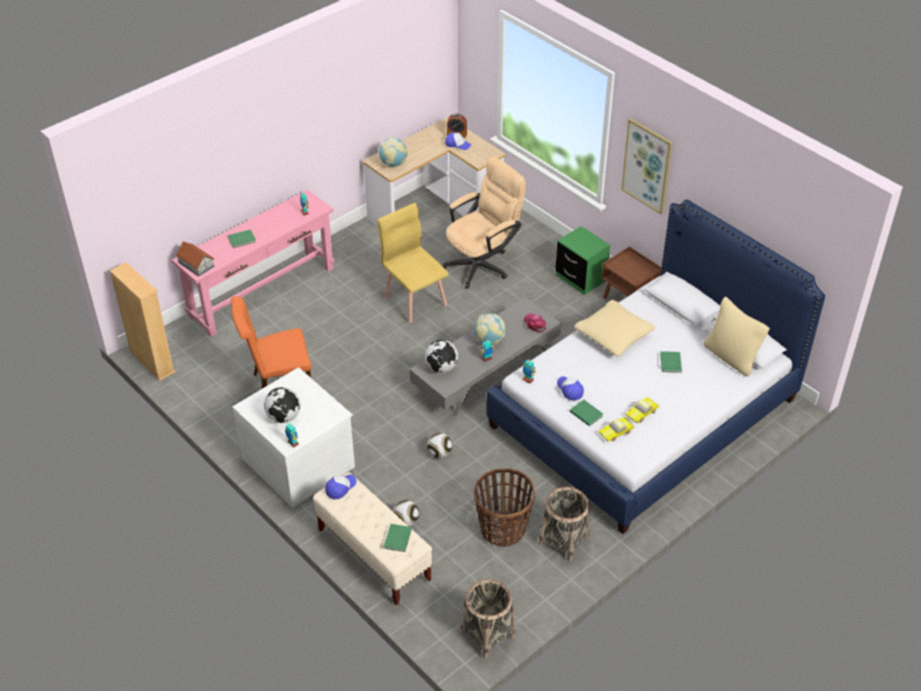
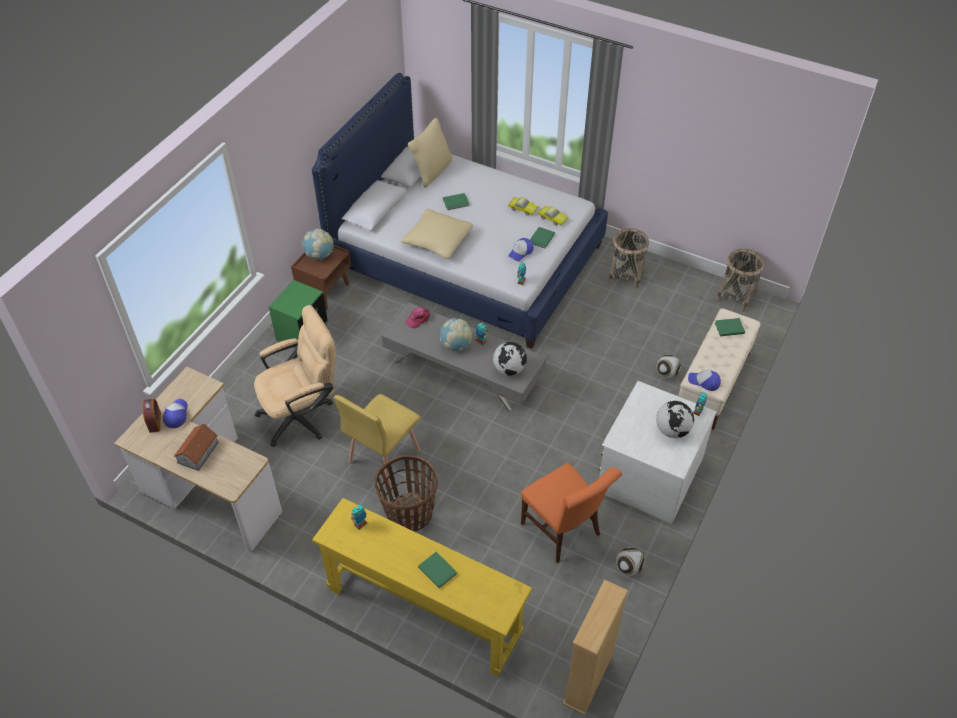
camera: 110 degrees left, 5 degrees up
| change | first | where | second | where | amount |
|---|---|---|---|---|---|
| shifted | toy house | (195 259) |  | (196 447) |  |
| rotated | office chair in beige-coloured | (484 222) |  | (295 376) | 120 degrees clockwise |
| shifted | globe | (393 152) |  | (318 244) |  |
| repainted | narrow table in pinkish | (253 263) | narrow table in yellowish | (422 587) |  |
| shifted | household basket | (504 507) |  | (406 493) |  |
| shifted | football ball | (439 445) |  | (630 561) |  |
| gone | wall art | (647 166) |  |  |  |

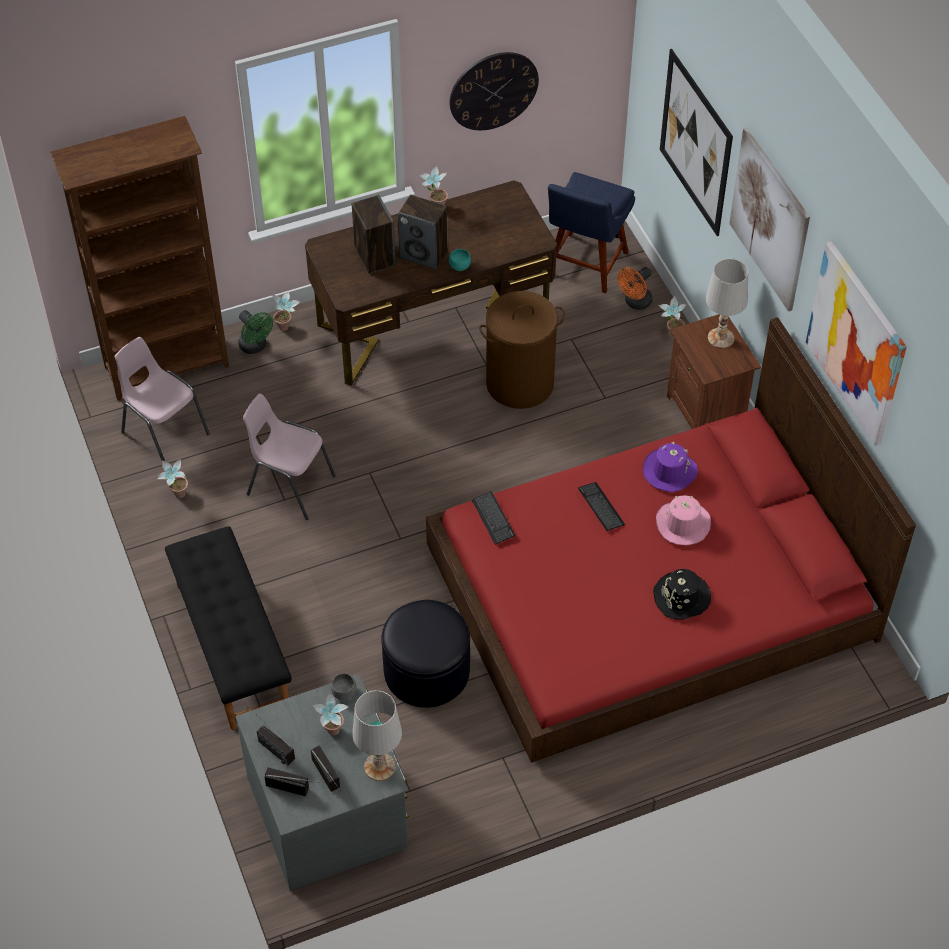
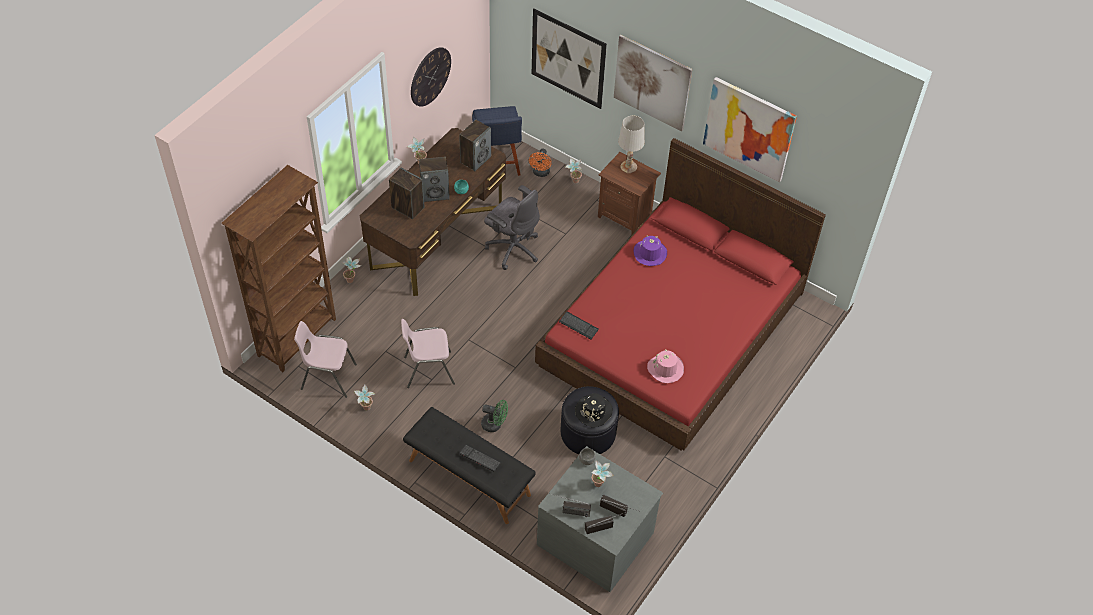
camera: 35 degrees left, 0 degrees up
| change | first | where | second | where | amount |
|---|---|---|---|---|---|
| new |  |  | audio speaker | (475 145) |  |
| shifted | computer keyboard | (601 506) |  | (480 458) |  |
| shifted | electric fan in green | (255 332) |  | (494 416) |  |
| swapped | laundry basket in brownish | (522 350) | office chair in grey | (512 227) |  |
| shifted | hat in blackish | (682 594) |  | (594 410) |  |
| shifted | hat in pinkish | (683 520) |  | (665 366) |  |
| gone | lamp for a table in white-coloured | (377 735) |  |  |  |

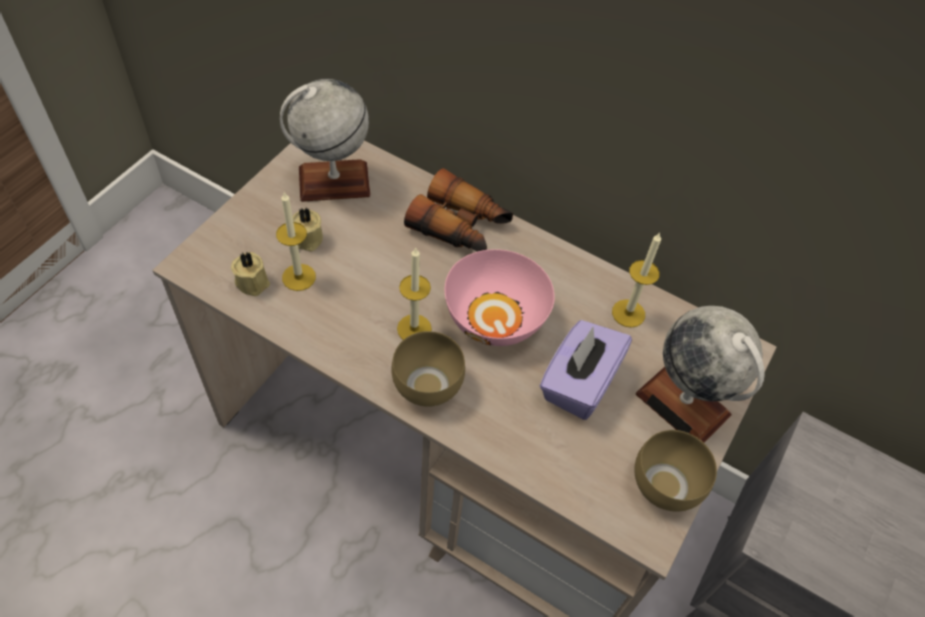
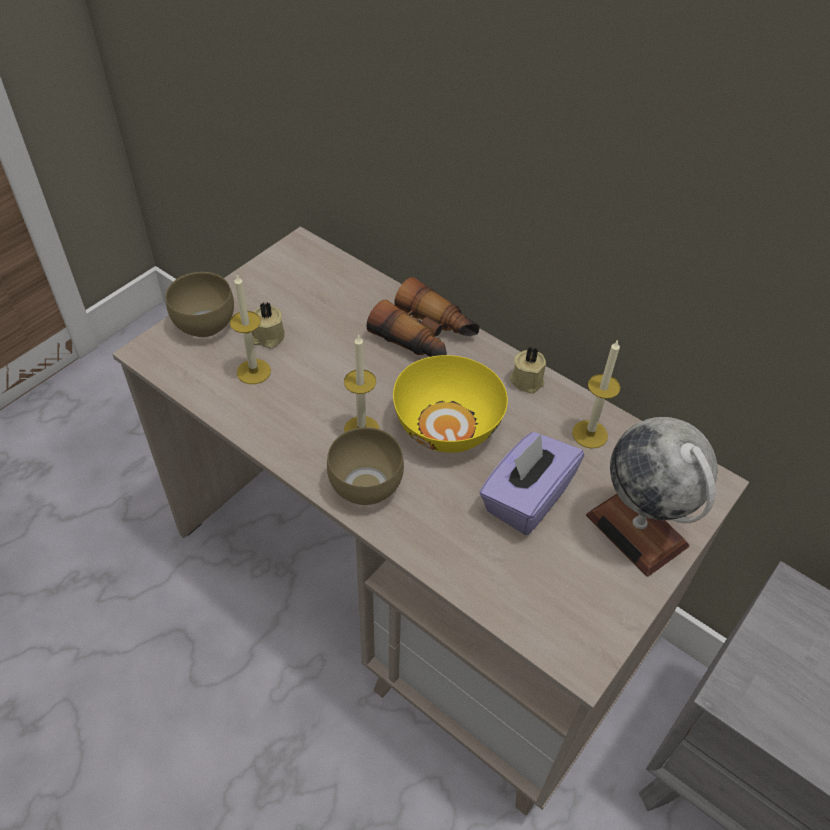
camera: 10 degrees right, 5 degrees down
| change | first | where | second | where | amount |
|---|---|---|---|---|---|
| shifted | bowl in brownish | (675 471) |  | (200 304) |  |
| repainted | bowl in pinkish | (500 297) | bowl in yellowish | (450 404) |  |
| shifted | wax light in beige-coloured | (250 274) |  | (528 370) |  |
| gone | globe | (325 140) |  |  |  |

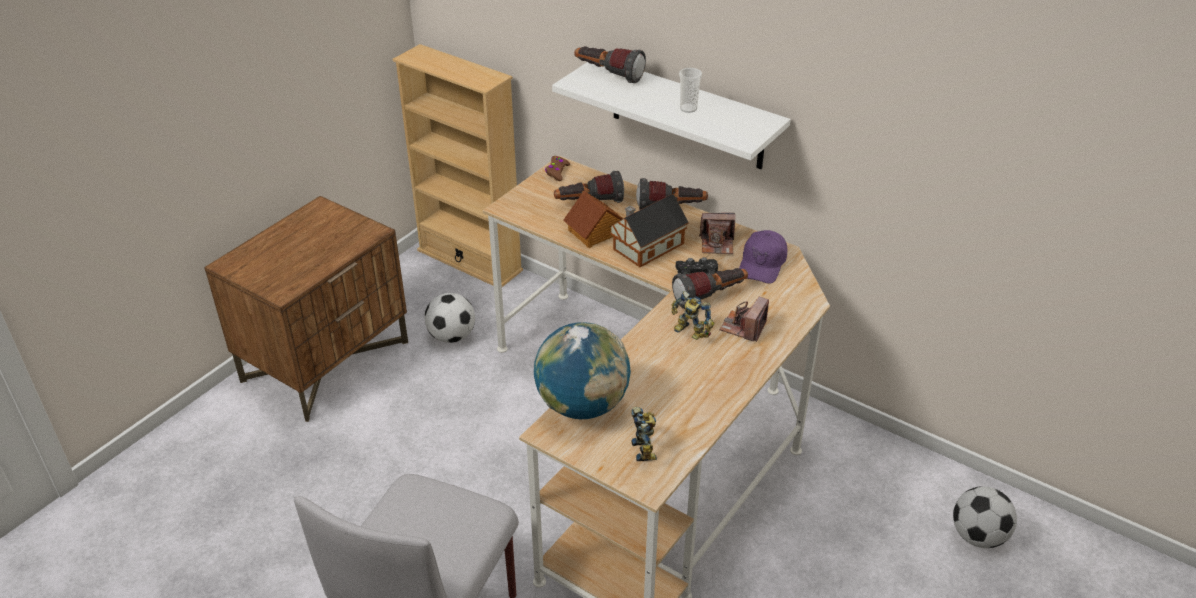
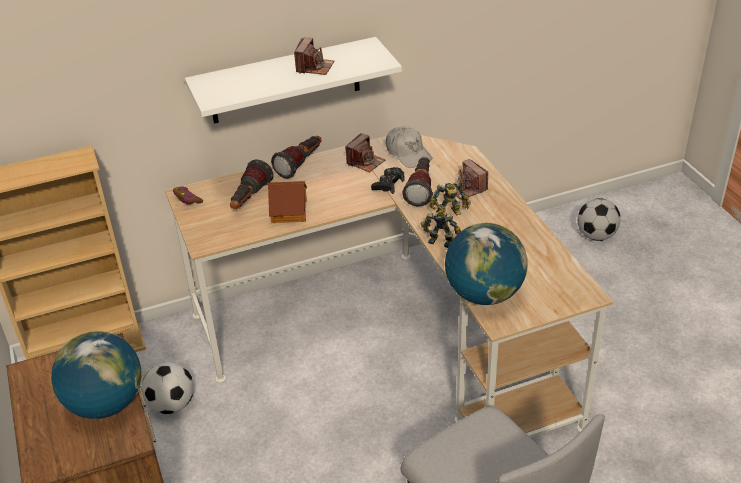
camera: 55 degrees left, 0 degrees up
| change | first | where | second | where | amount |
|---|---|---|---|---|---|
| new |  |  | globe | (96 375) |  |
| swapped | cup | (690 90) | photo camera | (314 56) |  |
| repainted | peaked cap in purplish | (763 257) | peaked cap in white-coloured | (409 147) |  |
| shifted | toy robot | (644 434) |  | (441 229) |  |
| gone | flashlight | (610 64) |  |  |  |
| gone | toy house | (649 230) |  |  |  |

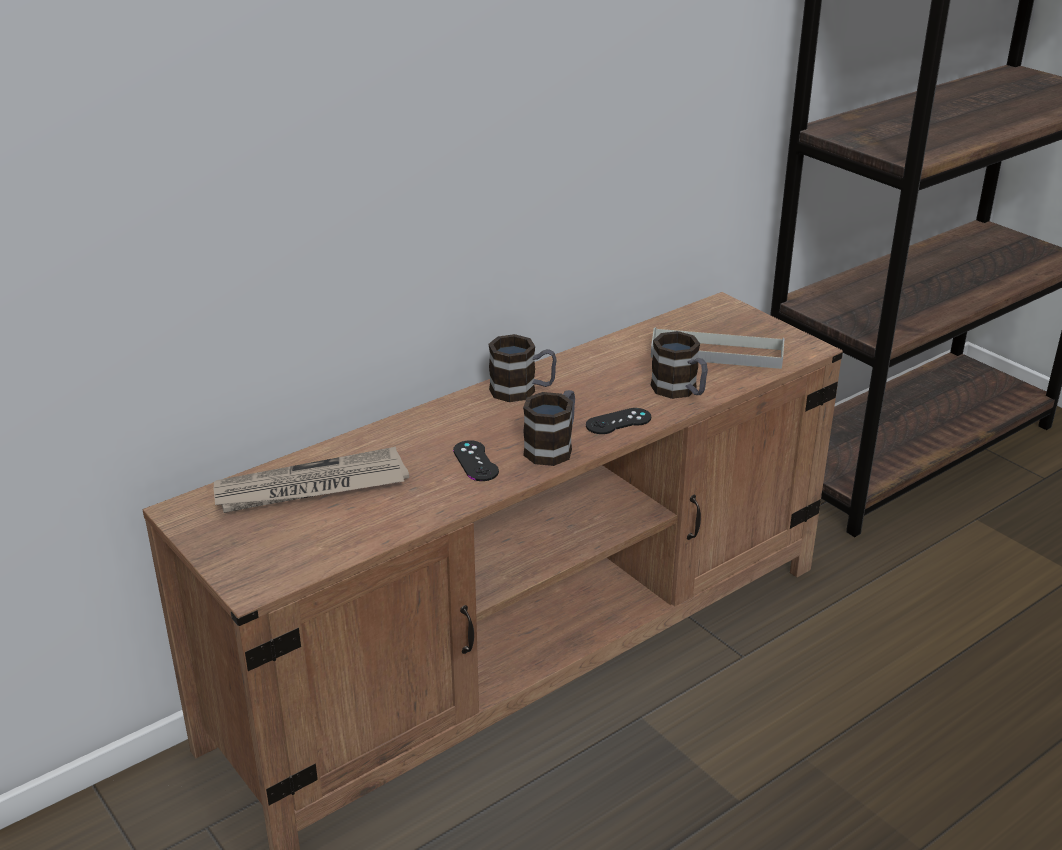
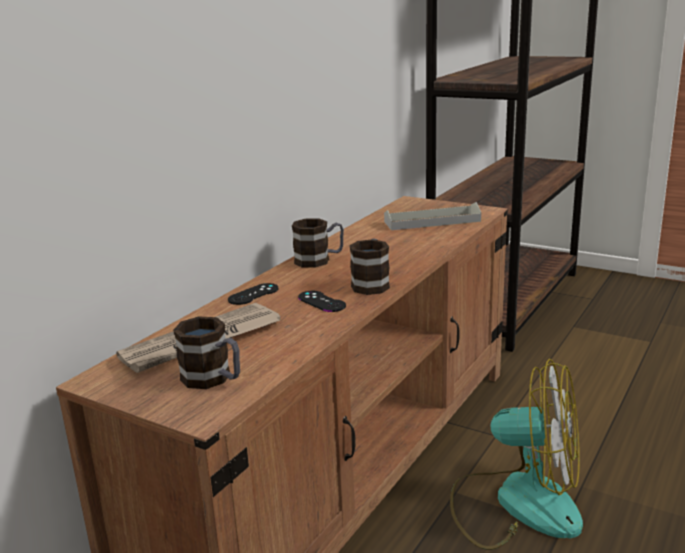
camera: 20 degrees left, 10 degrees down
| change | first | where | second | where | amount |
|---|---|---|---|---|---|
| shifted | tea mug | (679 365) |  | (206 352) |  |
| shifted | game controller in blackish | (618 421) |  | (253 294) |  |
| new |  |  | electric fan | (516 454) |  |

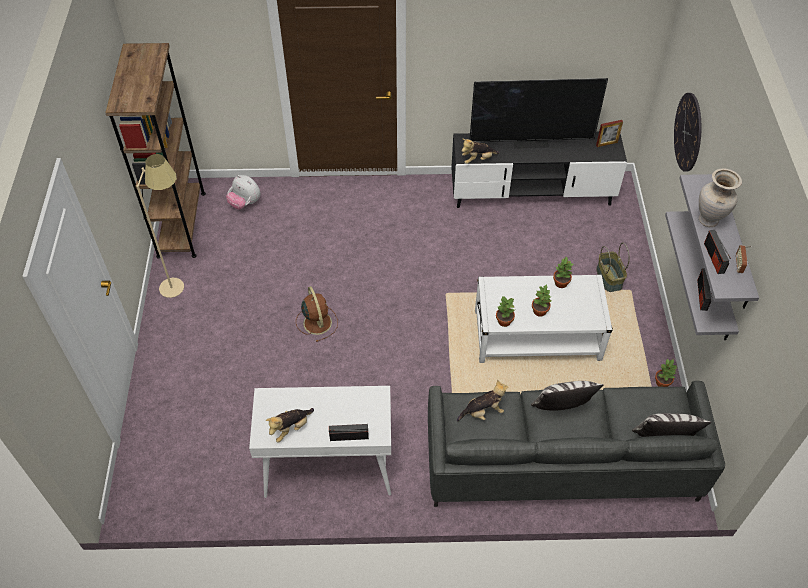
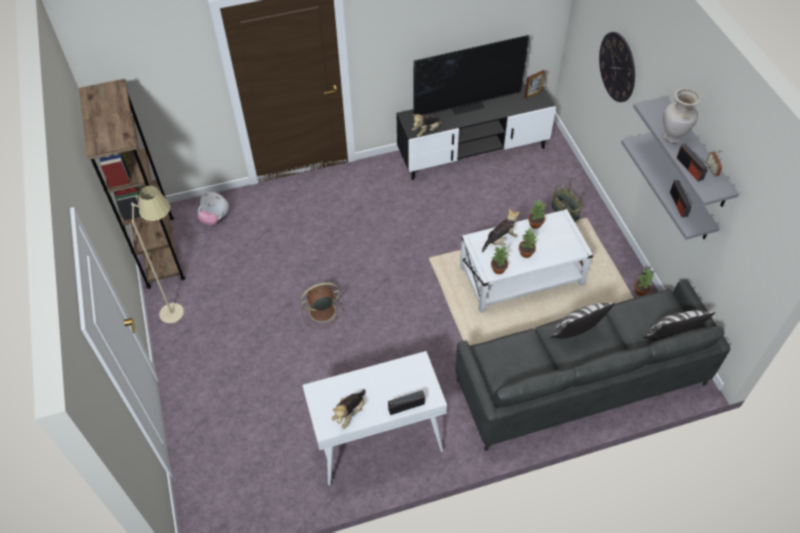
camera: 15 degrees left, 0 degrees up
| change | first | where | second | where | amount |
|---|---|---|---|---|---|
| rotated | electric fan in brownish | (317 314) |  | (322 305) | 75 degrees counterclockwise |
| shifted | plush toy | (482 401) |  | (501 230) |  |

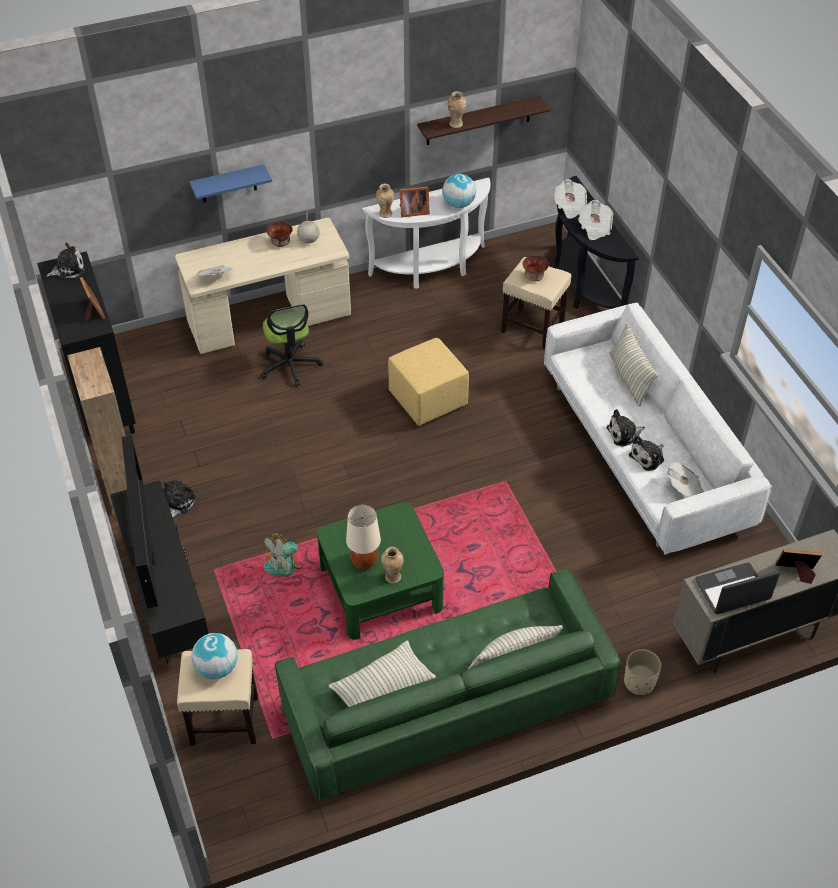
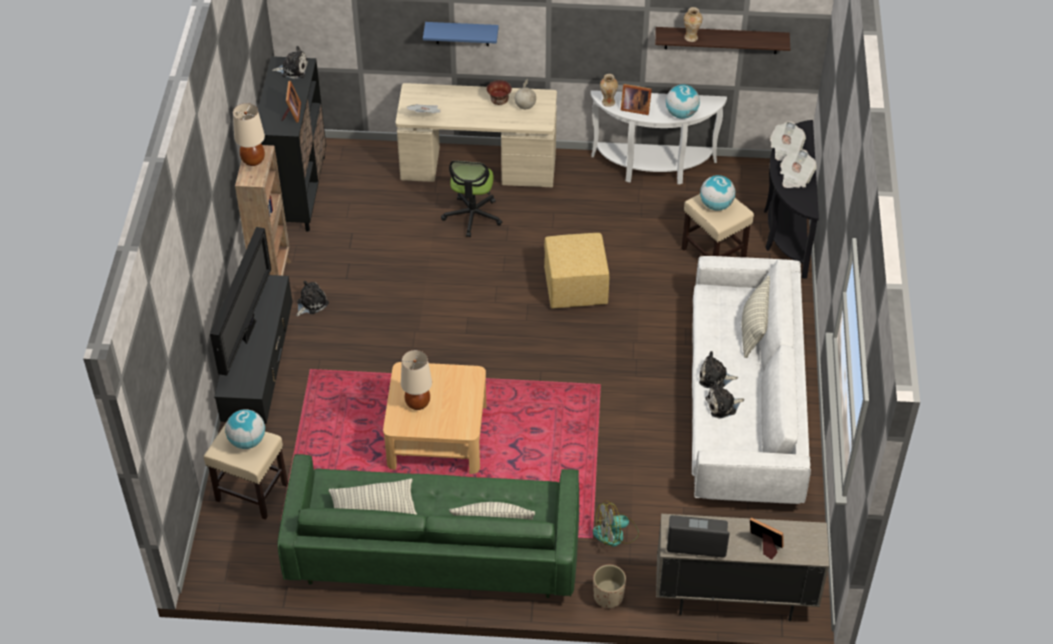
camera: 25 degrees right, 0 degrees up
| change | first | where | second | where | amount |
|---|---|---|---|---|---|
| new |  |  | lamp for a table in beige-coloured | (249 134) |  |
| repainted | low table in green | (380 571) | low table in beige-coloured | (434 418) |  |
| shifted | electric fan | (285 554) |  | (616 524) |  |
| swapped | bowl | (535 268) | globe | (717 193) |  |
| gone | vase | (392 565) |  |  |  |
| gone | daily paper | (685 479) |  |  |  |

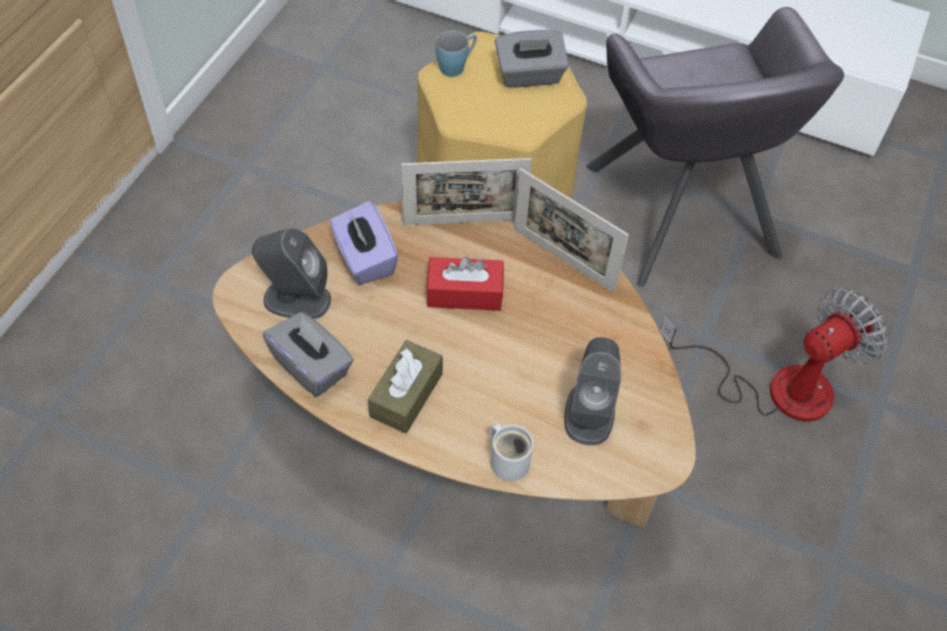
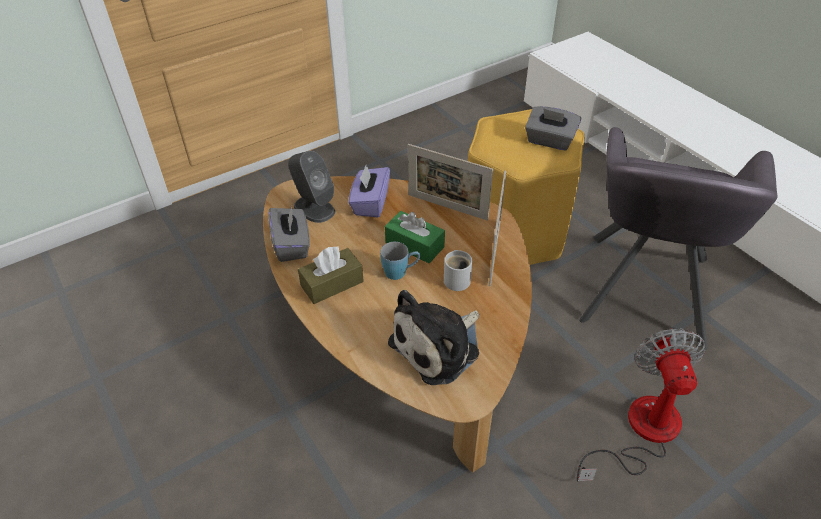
camera: 35 degrees right, 10 degrees down
| change | first | where | second | where | amount |
|---|---|---|---|---|---|
| shifted | tea mug in blue-coloured | (456 54) |  | (400 261) |  |
| repainted | box of tissues in red | (465 284) | box of tissues in green | (415 237) |  |
| swapped | audio speaker in grey | (592 391) | plush toy | (433 337) |  |
| shifted | tea mug in white-coloured | (511 452) |  | (458 270) |  |
| rotated | picture frame | (571 230) |  | (497 228) | 150 degrees counterclockwise |
| rotated | electric fan | (774 355) |  | (641 404) | 90 degrees counterclockwise |

